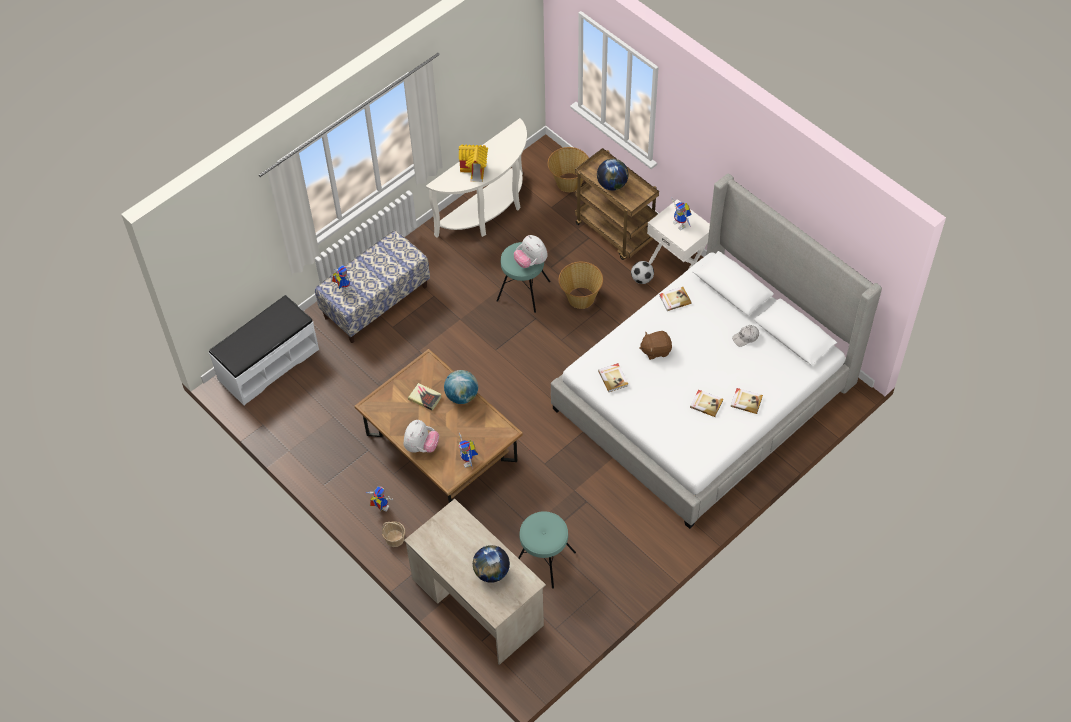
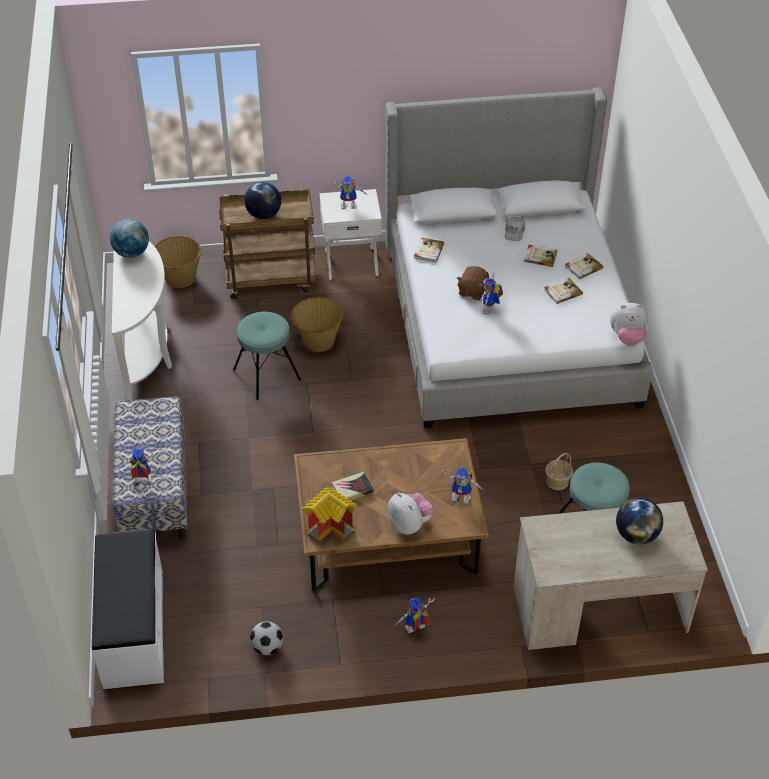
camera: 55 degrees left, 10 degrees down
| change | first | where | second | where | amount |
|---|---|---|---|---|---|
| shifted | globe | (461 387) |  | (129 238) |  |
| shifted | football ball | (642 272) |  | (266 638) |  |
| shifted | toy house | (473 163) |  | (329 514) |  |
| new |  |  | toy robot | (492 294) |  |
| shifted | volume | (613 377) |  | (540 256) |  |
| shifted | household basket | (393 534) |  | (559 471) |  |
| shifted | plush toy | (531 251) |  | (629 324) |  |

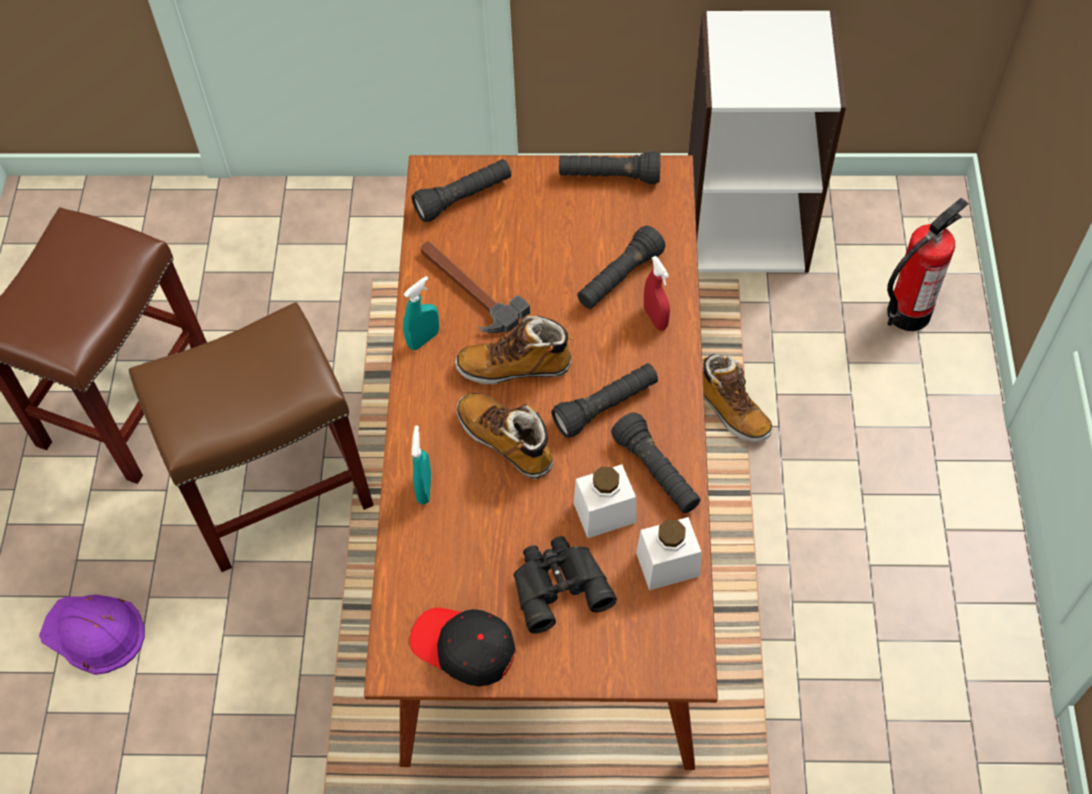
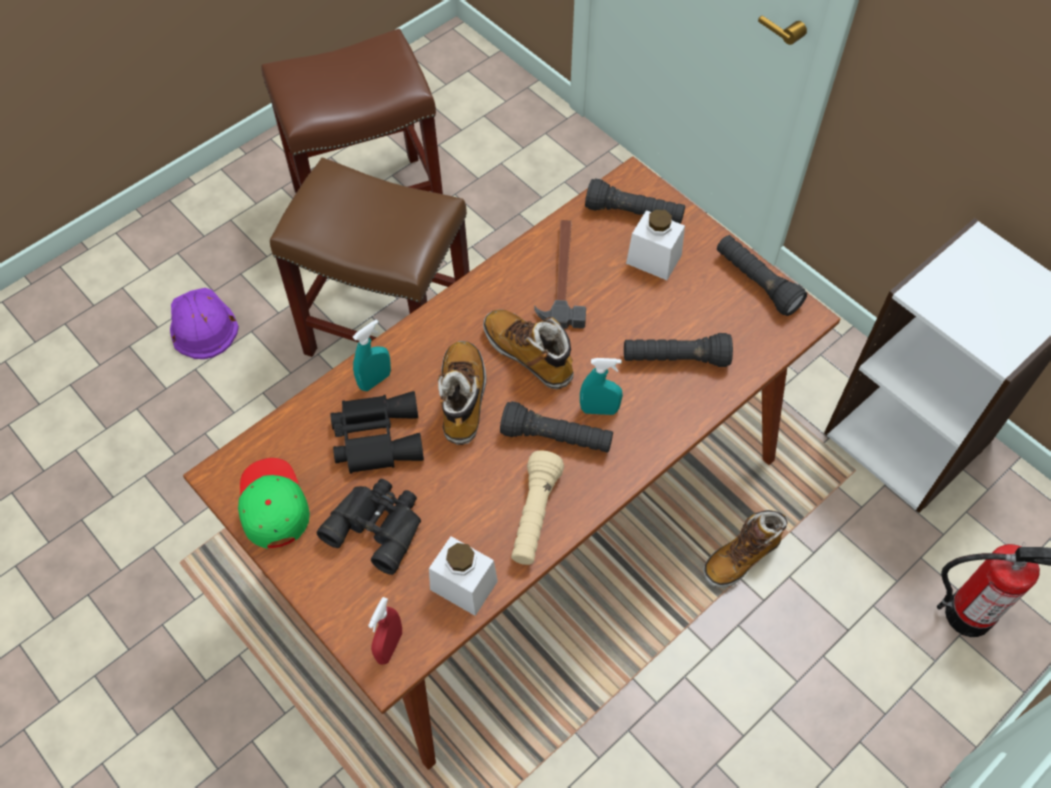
camera: 45 degrees right, 0 degrees up
| change | first | where | second | where | amount |
|---|---|---|---|---|---|
| repainted | peaked cap in blackish | (462 647) | peaked cap in green | (274 503) |  |
| new |  |  | pair of binoculars in blackish | (377 432) |  |
| shifted | hand sprayer in red | (657 293) |  | (385 631) |  |
| repainted | flashlight in blackish | (656 462) | flashlight in beige-coloured | (537 507) |  |
| shifted | hand sprayer in turquoise | (421 313) |  | (601 386) |  |
| shifted | jar in white-coloured | (605 501) |  | (655 244) |  |
| rotated | high-top boot | (737 398) |  | (745 549) | 45 degrees clockwise |

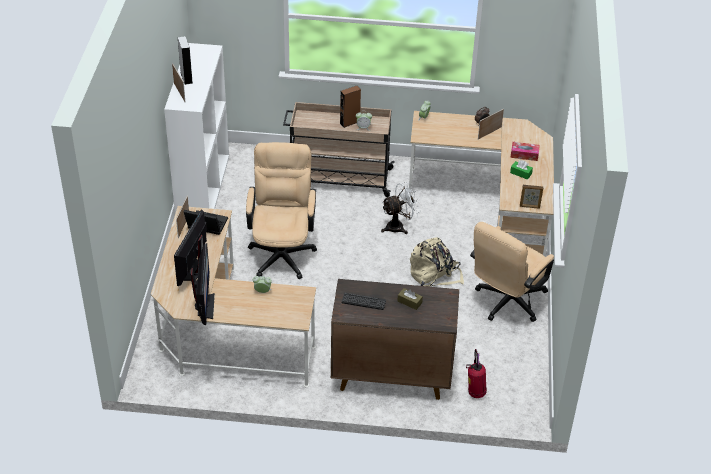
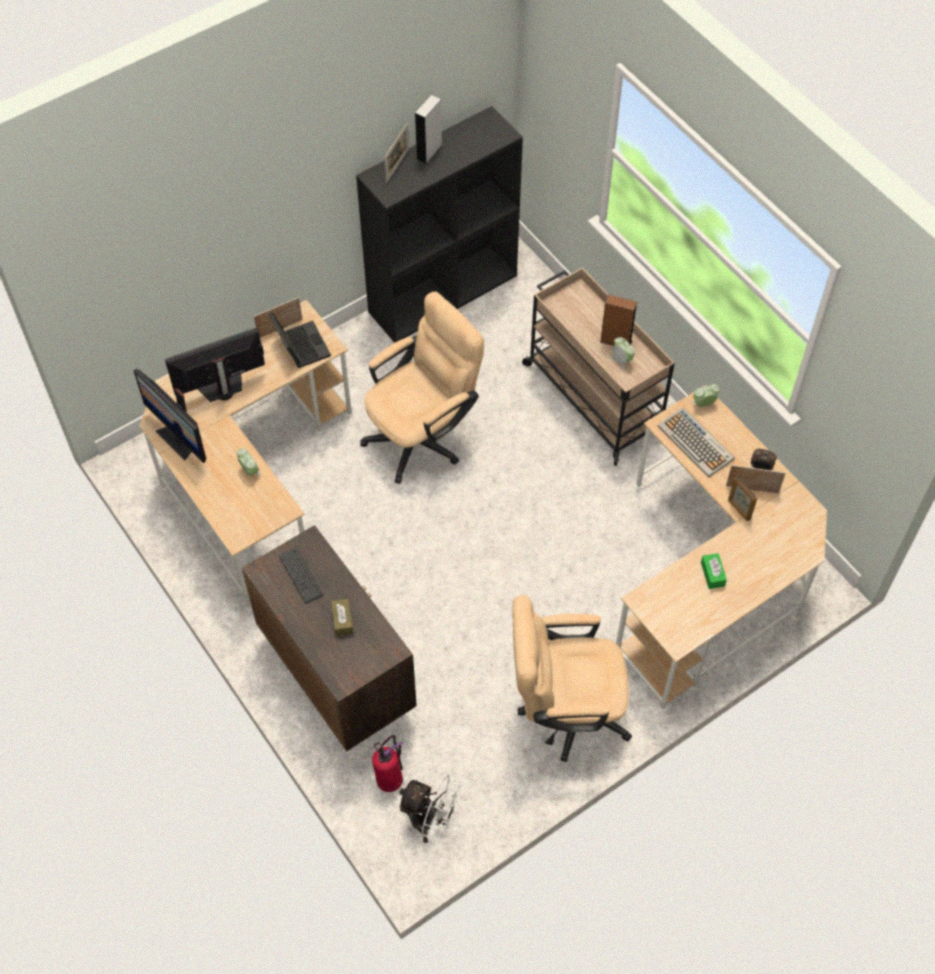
camera: 50 degrees right, 15 degrees up
| change | first | where | second | where | amount |
|---|---|---|---|---|---|
| rotated | monitor | (202 284) |  | (169 416) | 90 degrees clockwise |
| repainted | bookshelf in white-coloured | (196 128) | bookshelf in blackish | (439 224) |  |
| shifted | electric fan in white-coloured | (400 208) |  | (430 809) |  |
| new |  |  | computer keyboard | (696 442) |  |
| shifted | picture frame | (531 197) |  | (742 498) |  |
| gone | backpack in beige-coloured | (437 262) |  |  |  |
| gone | box of tissues | (525 151) |  |  |  |

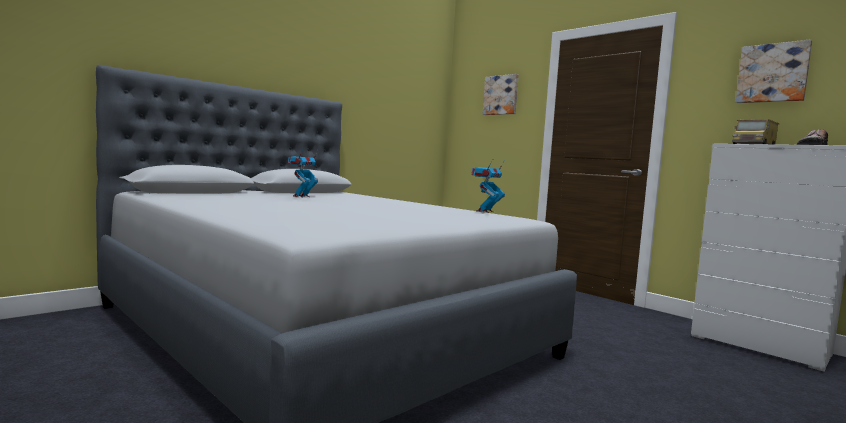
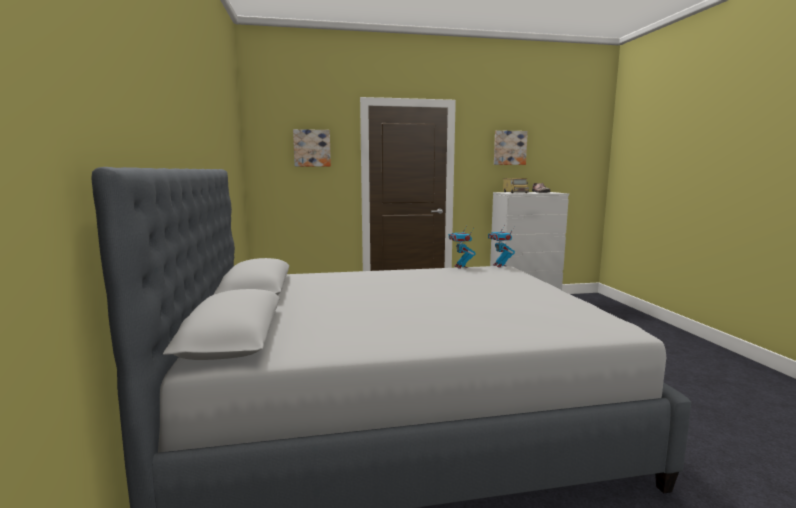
camera: 55 degrees left, 5 degrees up
| change | first | where | second | where | amount |
|---|---|---|---|---|---|
| shifted | toy robot | (303 173) |  | (501 245) |  |

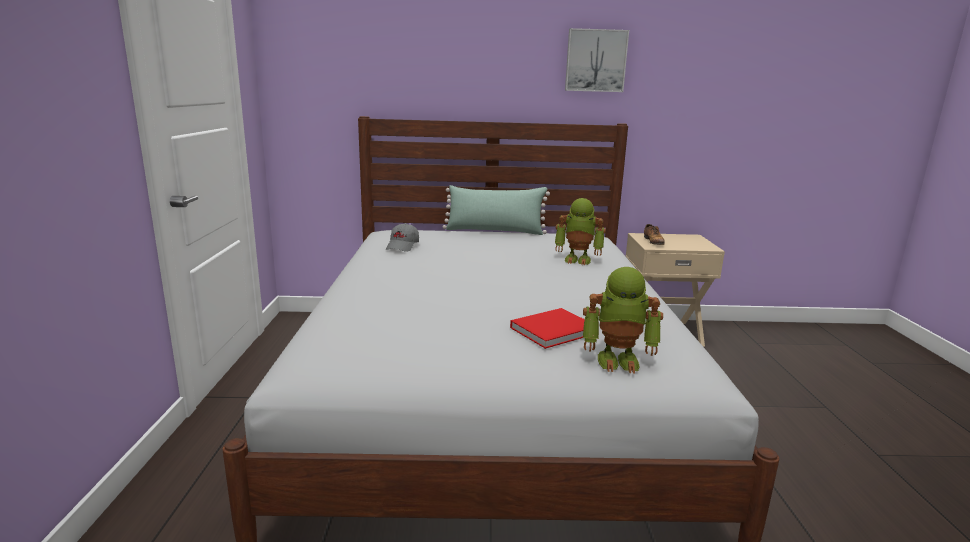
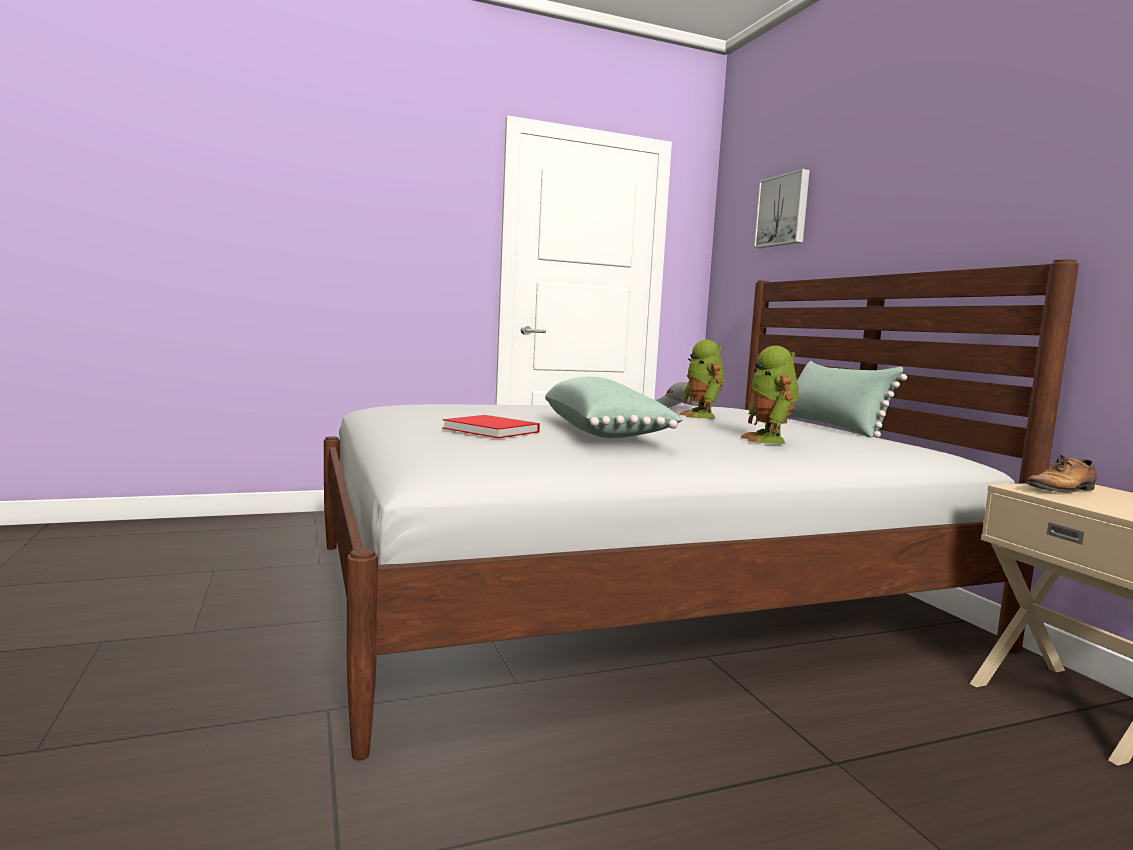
camera: 70 degrees right, 10 degrees down
| change | first | where | second | where | amount |
|---|---|---|---|---|---|
| new |  |  | throw pillow in green | (614 407) |  |
| shifted | toy robot | (623 320) |  | (702 379) |  |
| shifted | wall art | (597 60) |  | (782 208) |  |

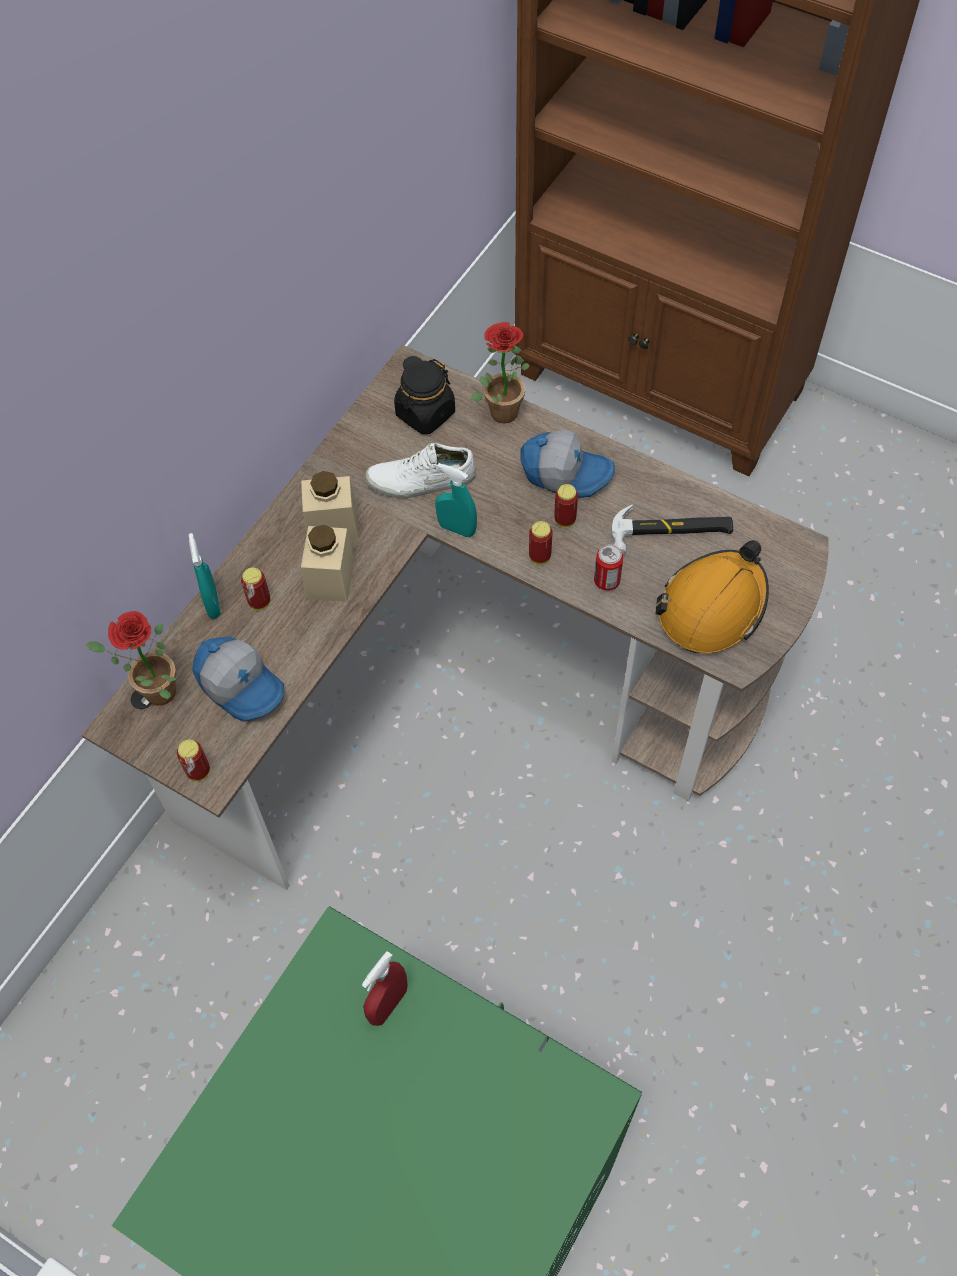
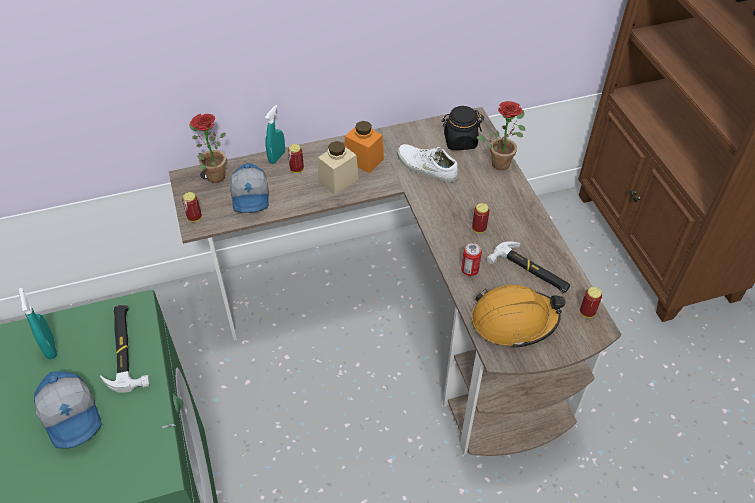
camera: 40 degrees right, 10 degrees down
| change | first | where | second | where | amount |
|---|---|---|---|---|---|
| shifted | hand sprayer in turquoise | (456 500) |  | (38 323) |  |
| shifted | peaked cap | (568 464) |  | (68 410) |  |
| swapped | hand sprayer in red | (385 988) | hammer | (125 349) |  |
| repainted | jar in beige-coloured | (330 505) | jar in orange | (364 147) |  |
| shifted | metal can | (541 542) |  | (591 302) |  |

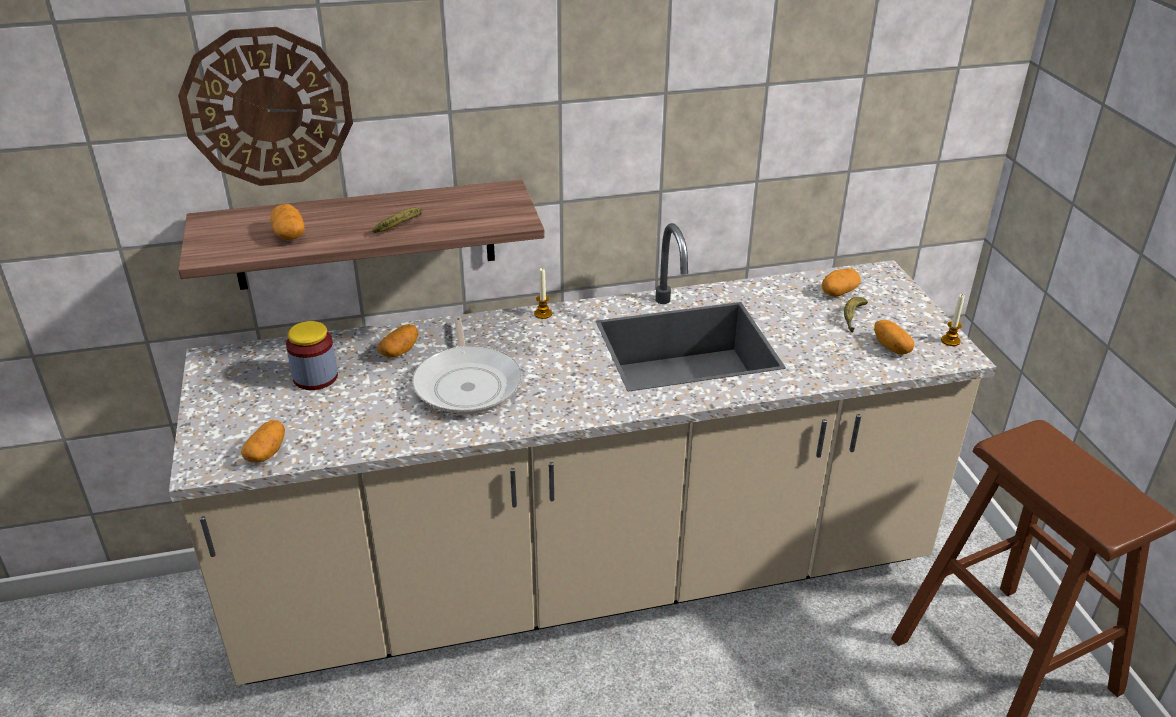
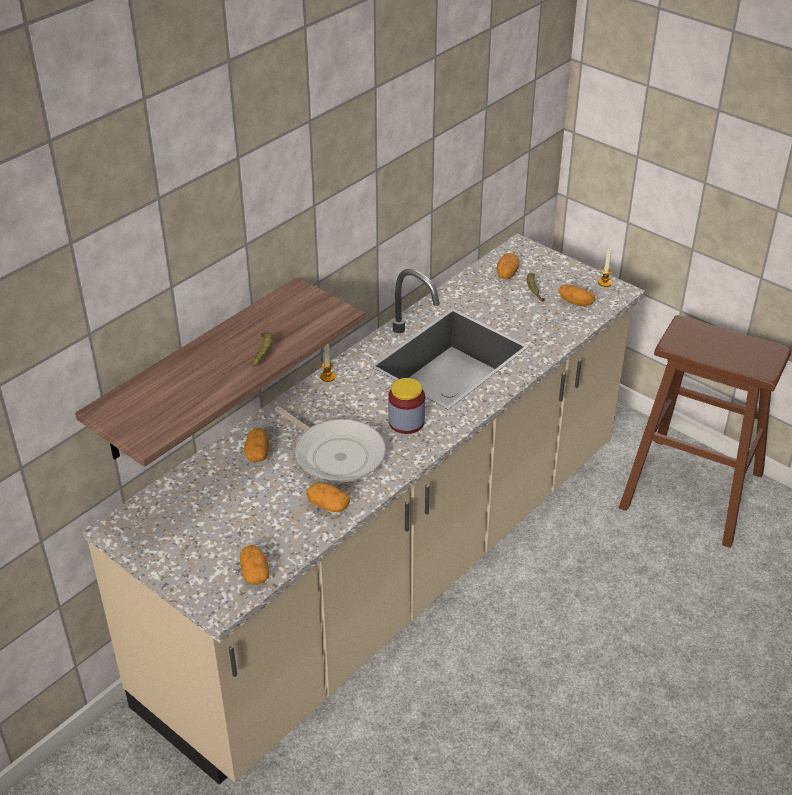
camera: 35 degrees left, 5 degrees up
| change | first | where | second | where | amount |
|---|---|---|---|---|---|
| shifted | whole potato | (287 222) |  | (328 497) |  |
| shifted | jar | (312 355) |  | (406 406) |  |
| gone | clock on the wall | (265 106) |  |  |  |

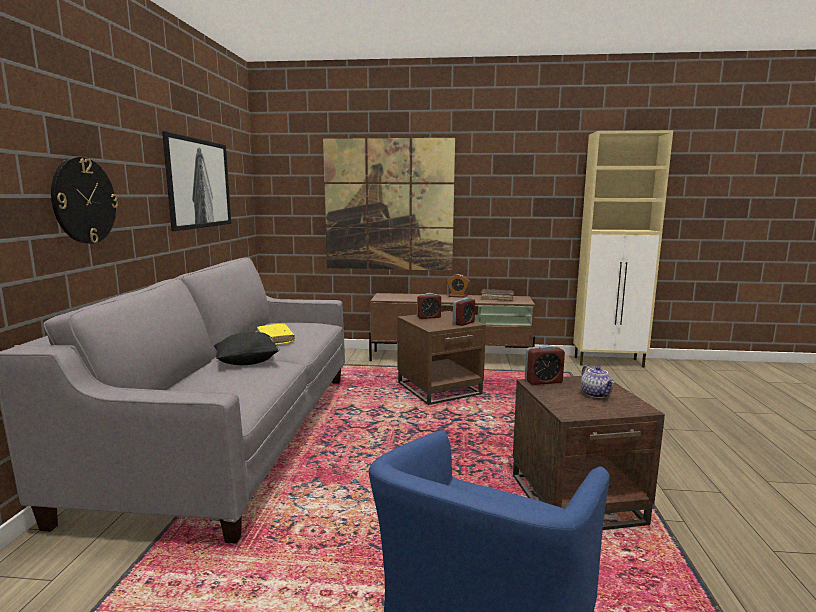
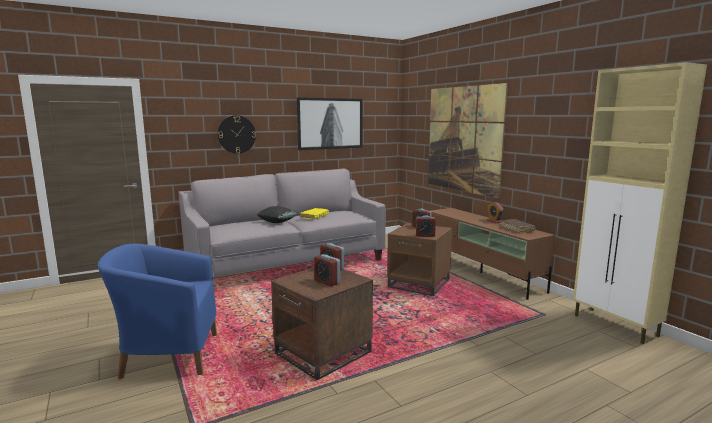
camera: 55 degrees right, 0 degrees up
| change | first | where | second | where | amount |
|---|---|---|---|---|---|
| swapped | teapot | (597 381) | table clock | (327 270) |  |

